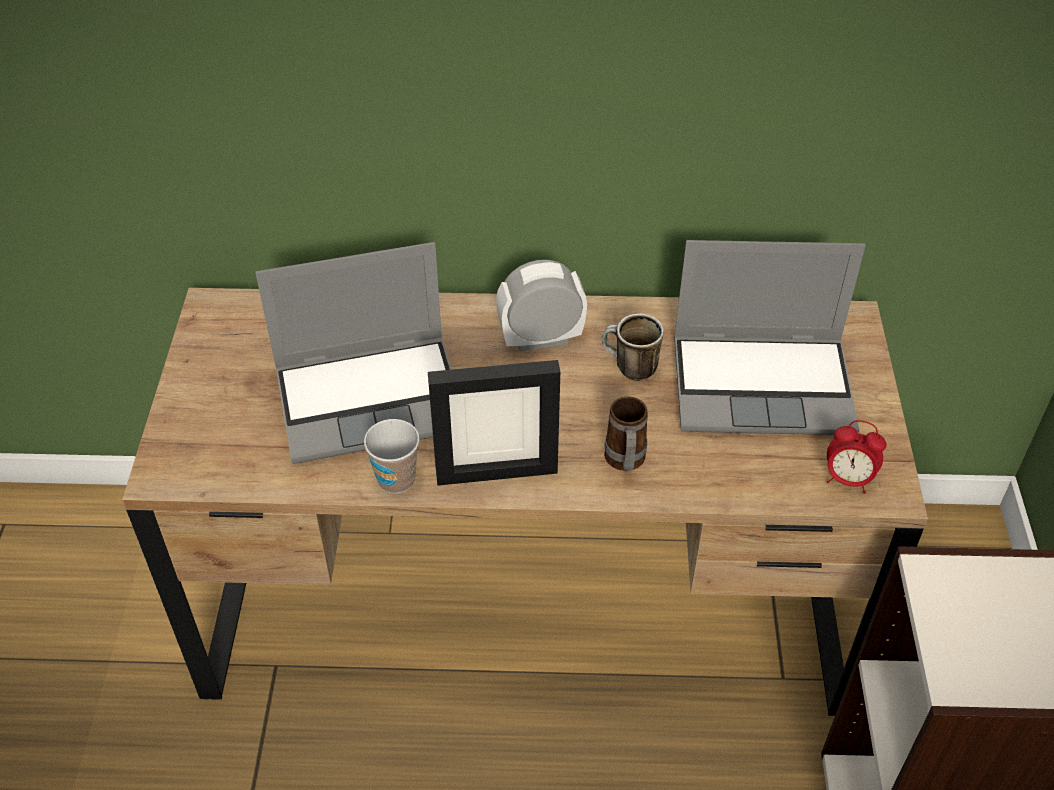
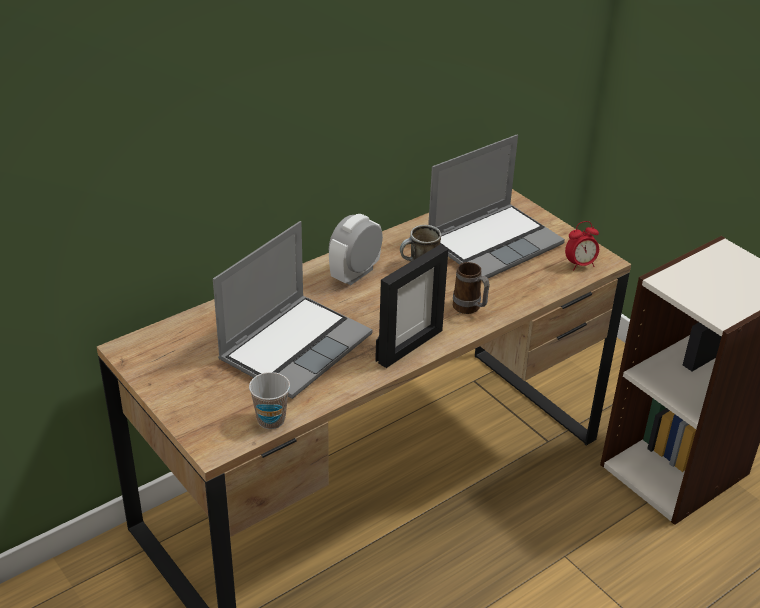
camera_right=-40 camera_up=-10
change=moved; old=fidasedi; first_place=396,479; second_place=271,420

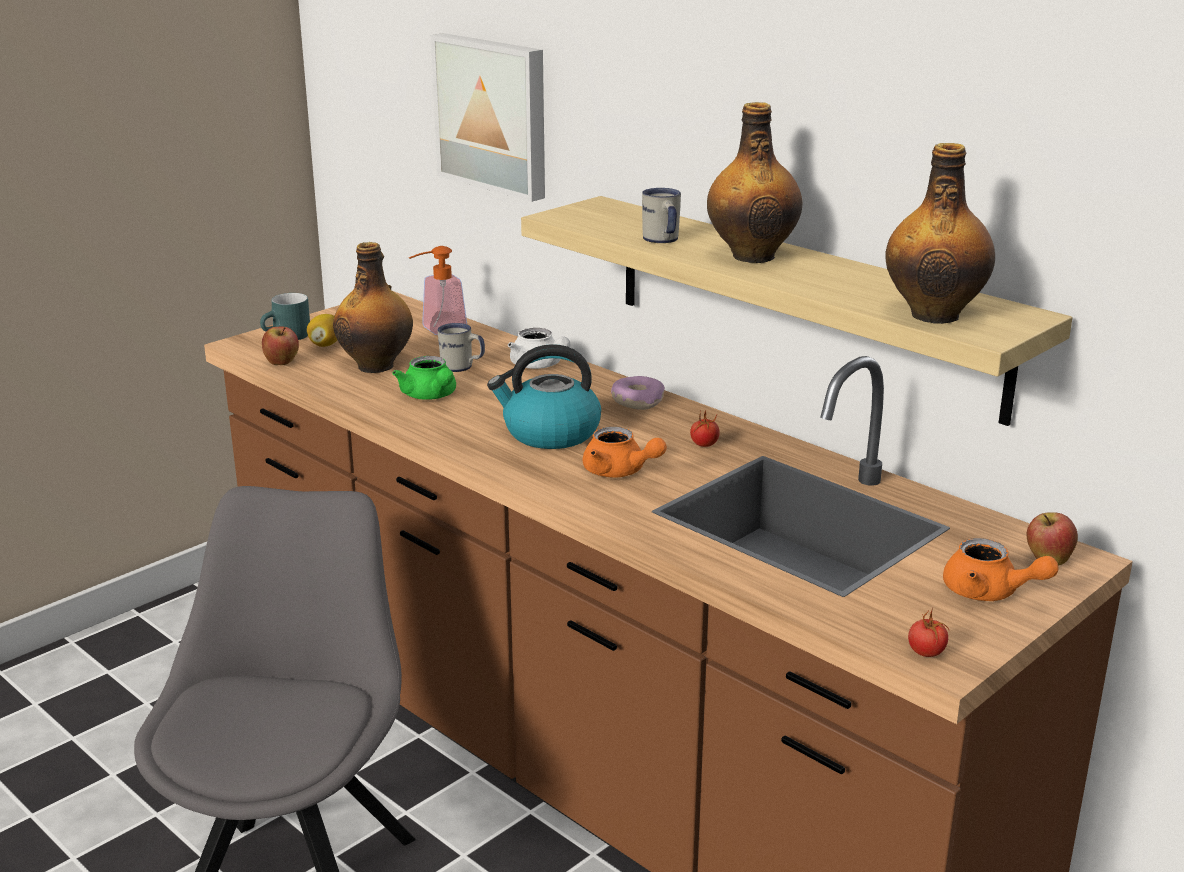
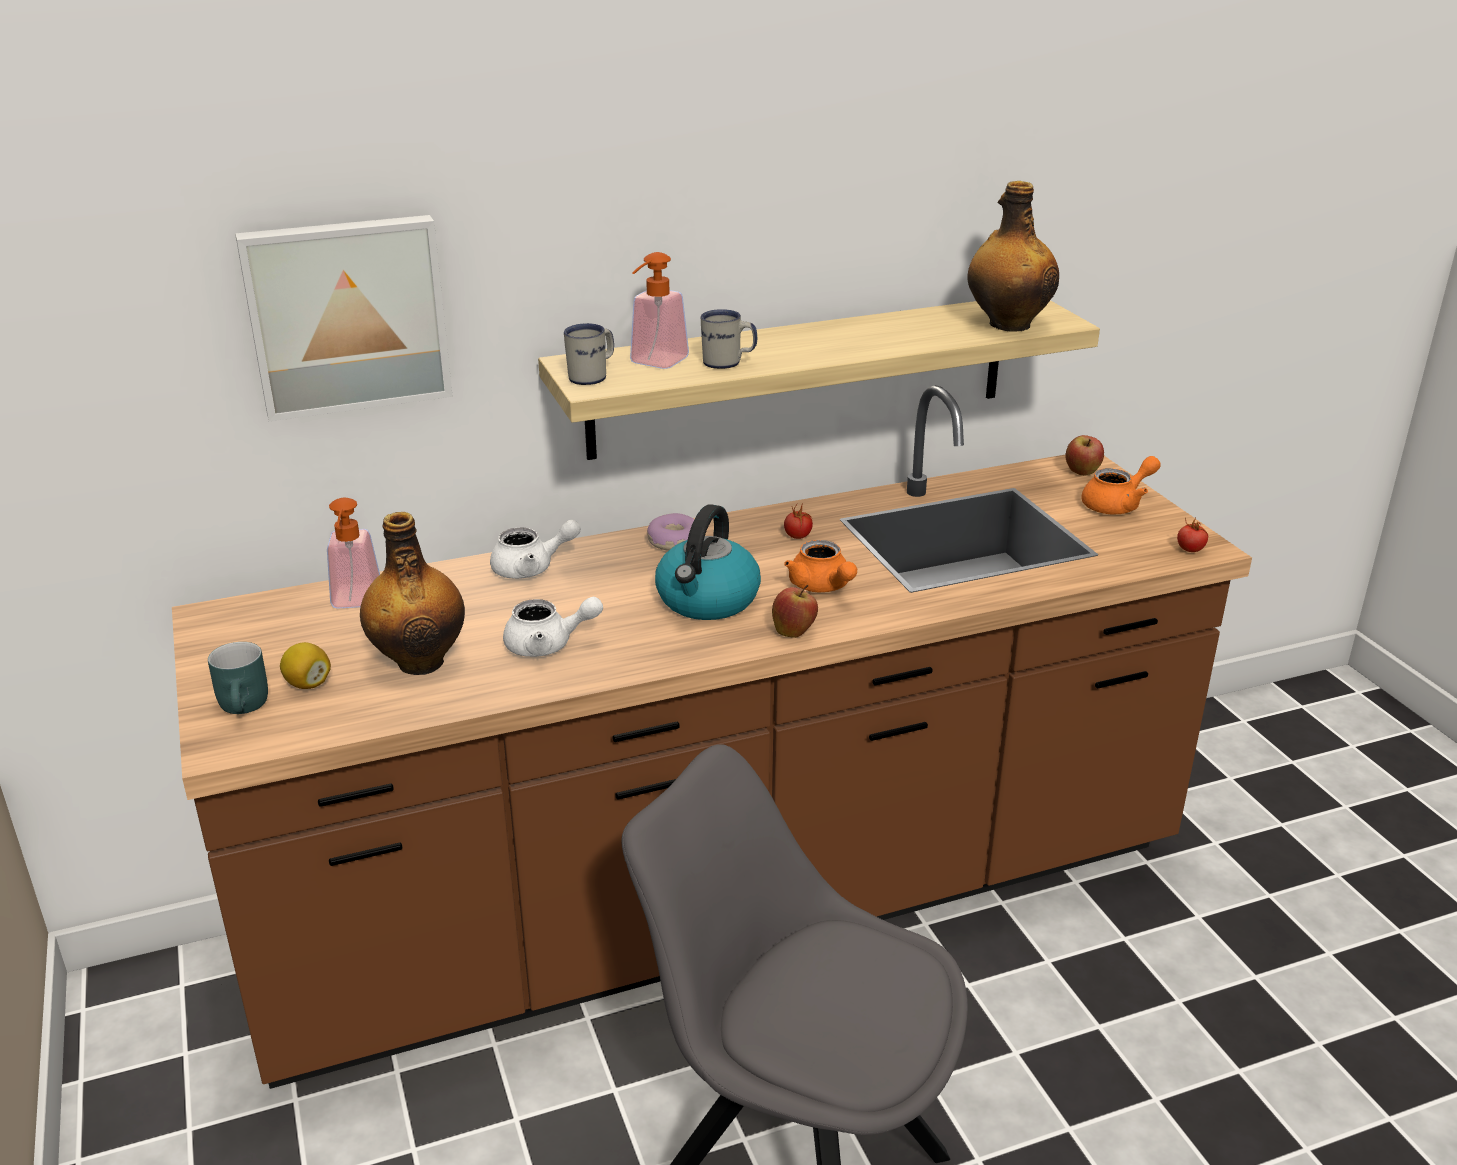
camera_right=-65 camera_up=5
change=recoloured; old=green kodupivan; new=white kodupivan; first_place=430,396; second_place=548,645
change=moved; old=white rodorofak; first_place=462,368; second_place=593,376
change=added; new=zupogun; second_place=654,364
change=moved; old=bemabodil; first_place=282,363; second_place=794,632
change=turned; old=orange kodupivan; first_place=620,472; second_place=822,587; degrees=90
change=removed; old=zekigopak; first_place=752,255

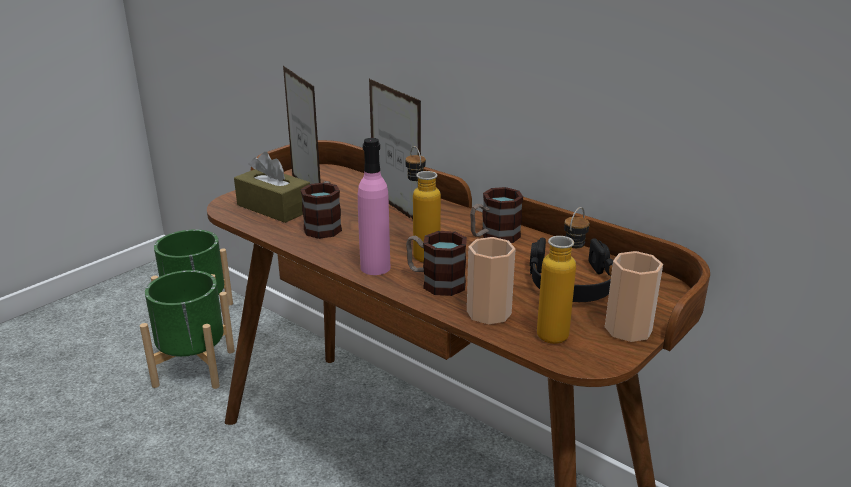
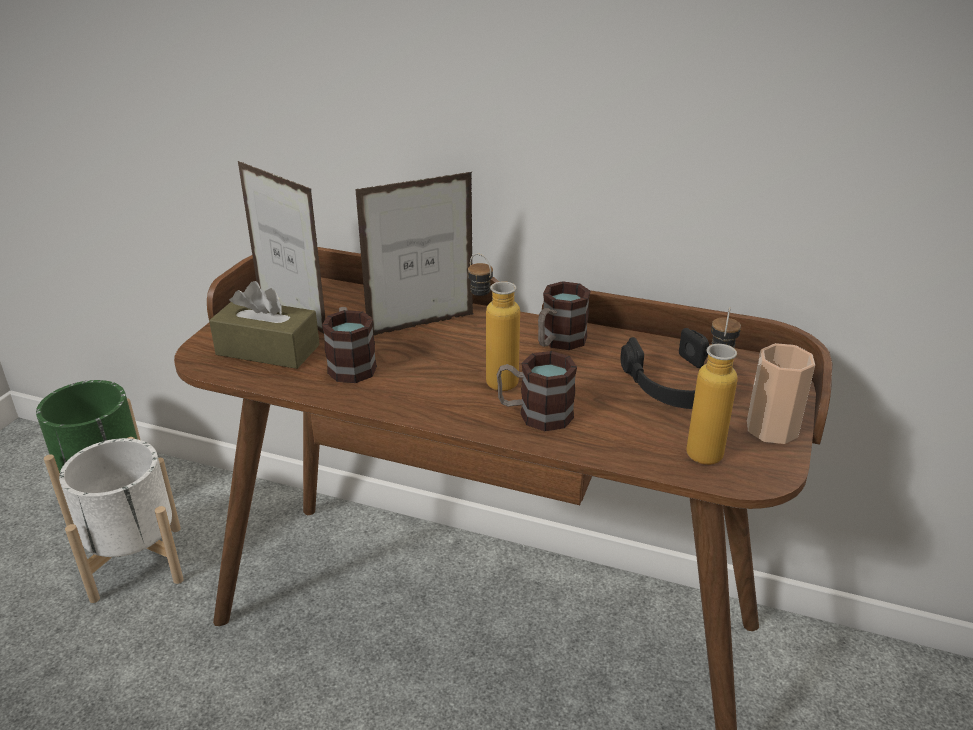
camera_right=-20 camera_up=5
change=recoloured; old=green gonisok; new=white gonisok; first_place=194,368; second_place=136,562
change=turned; old=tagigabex; first_place=396,209; second_place=421,325; degrees=-60
change=removed; old=pink zekigopak; first_place=375,267
change=removed; old=fidasedi; first_place=489,312

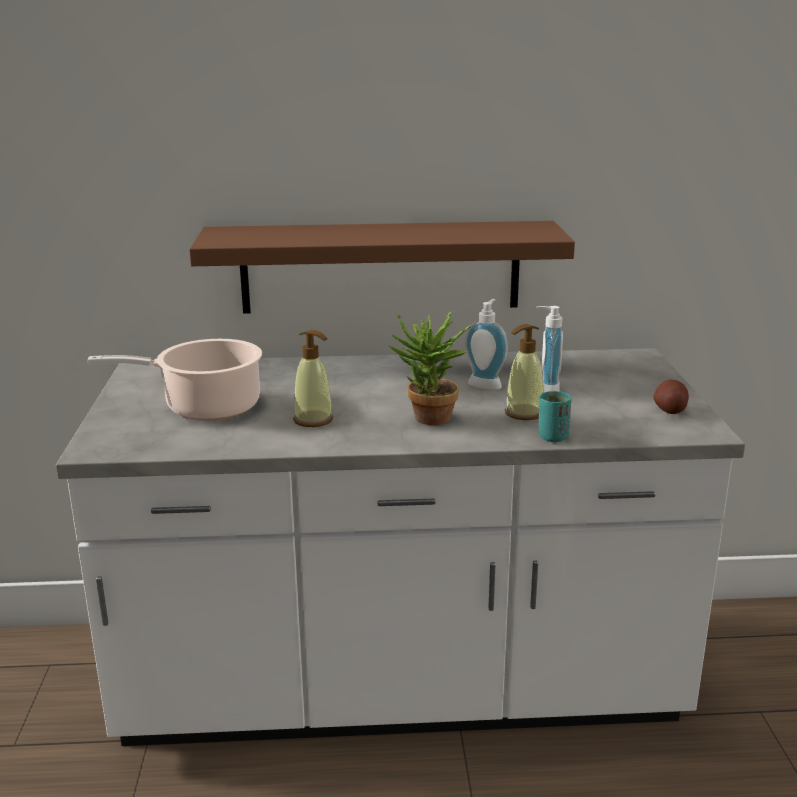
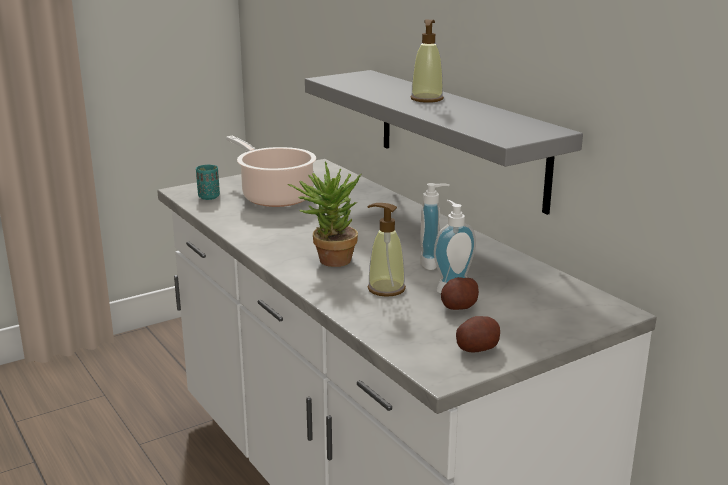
camera_right=60 camera_up=0
change=moved; old=turquoise fidasedi; first_place=553,437; second_place=209,197
change=recoloured; old=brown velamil; new=grey velamil; first_place=380,267; second_place=460,137
change=moved; old=zupogun; first_place=313,420; second_place=426,99
change=added; new=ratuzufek; second_place=459,307

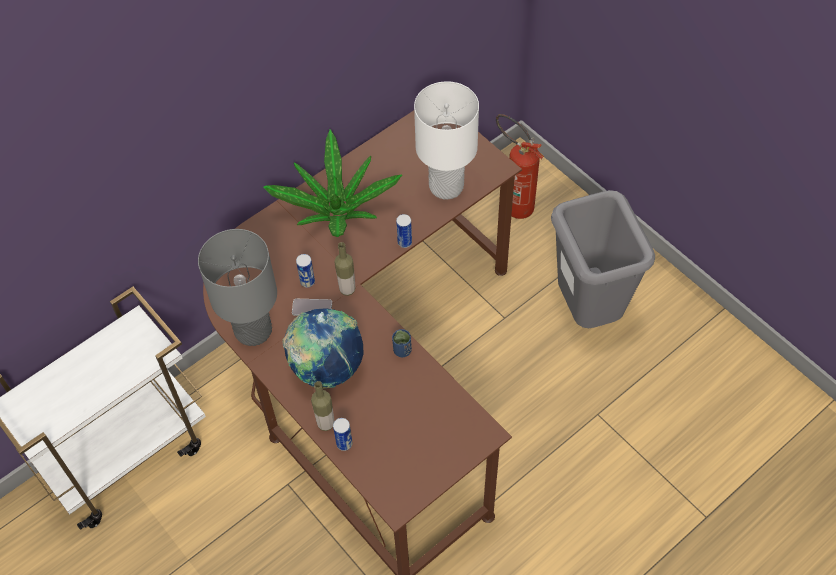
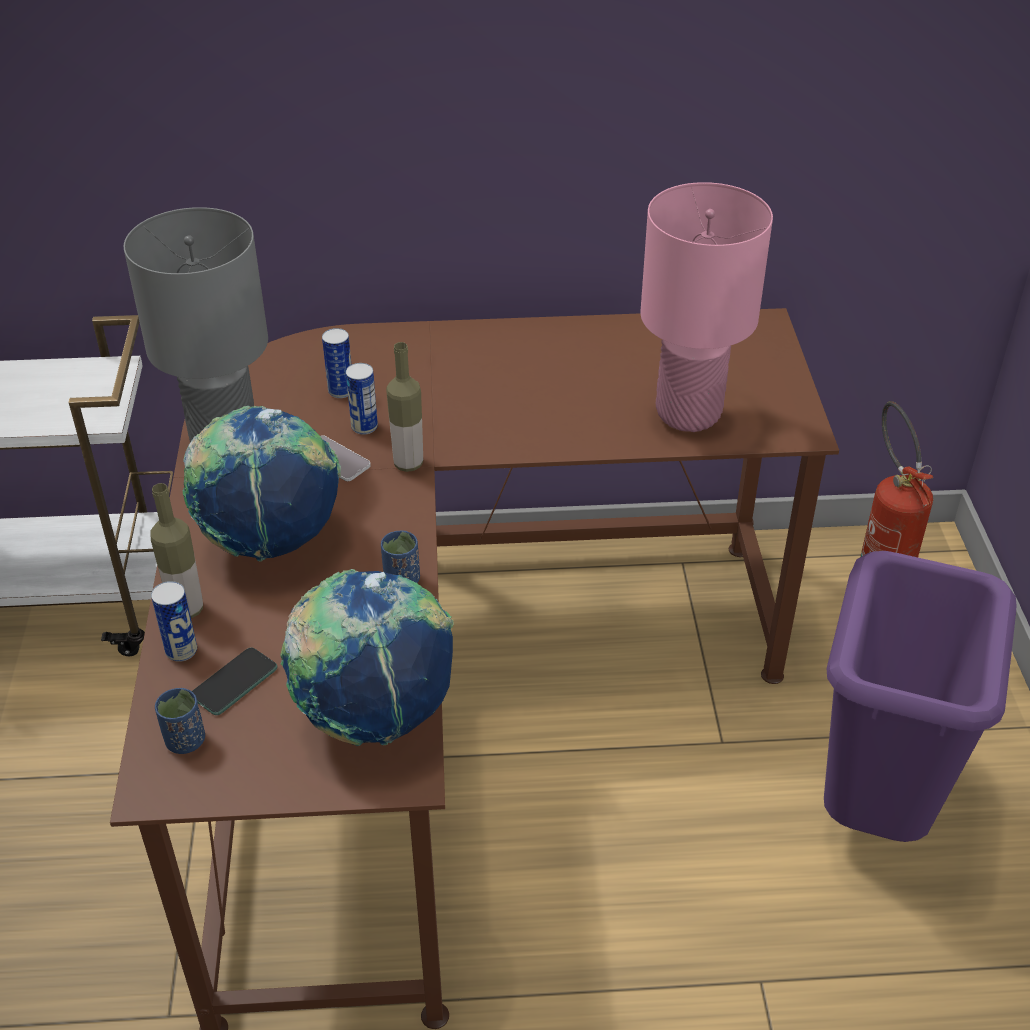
camera_right=35 camera_up=-15
change=added; new=blue fidasedi; second_place=185,741
change=added; new=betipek; second_place=234,682
change=added; new=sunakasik; second_place=374,714
change=moved; old=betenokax; first_place=404,242; second_place=341,391
change=recoloured; old=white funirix; new=pink funirix; first_place=446,189; second_place=687,418
change=recoloured; old=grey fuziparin; new=purple fuziparin; first_place=588,312; second_place=872,814
change=removed; old=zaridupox; first_place=337,210

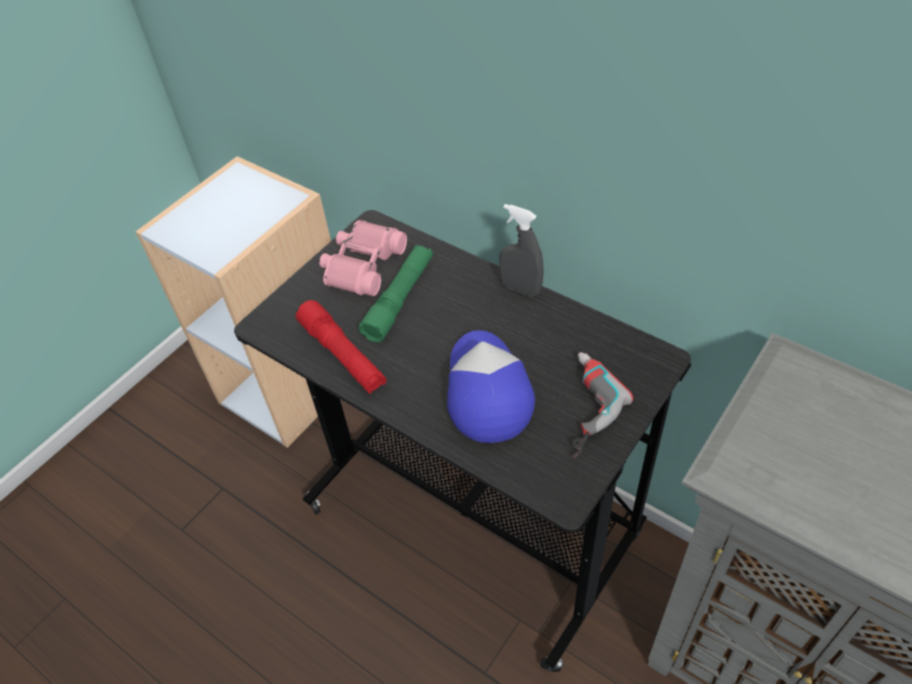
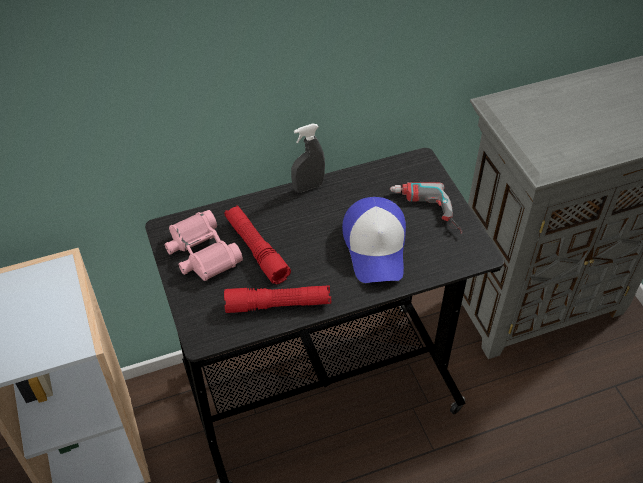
camera_right=-60 camera_up=0
change=recoloured; old=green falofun; new=red falofun; first_place=400,299; second_place=256,249
change=turned; old=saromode; first_place=486,391; second_place=376,247; degrees=-120

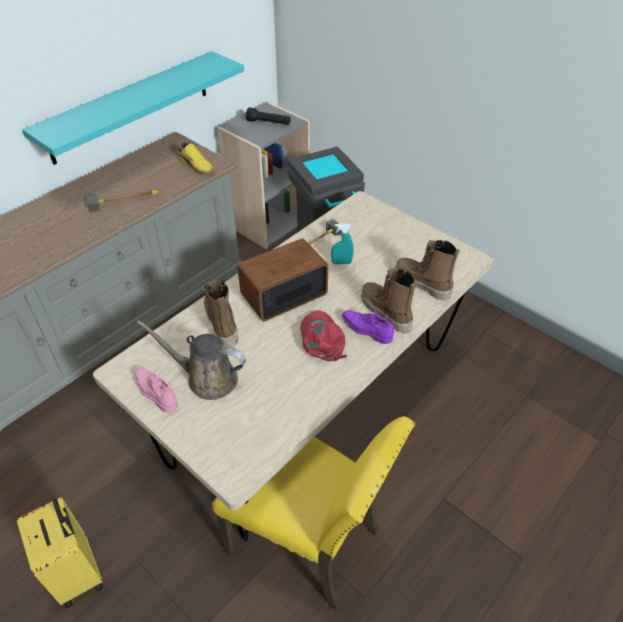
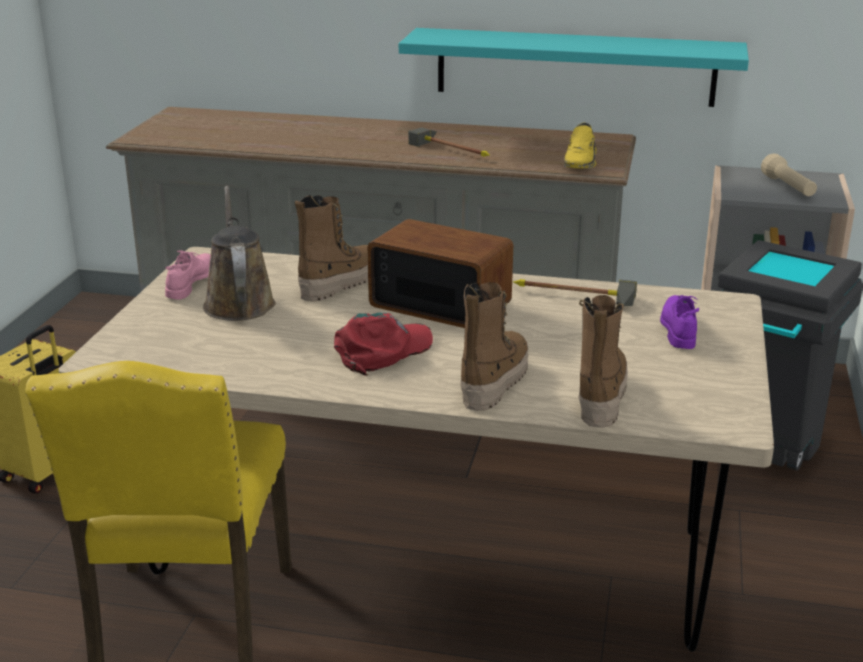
camera_right=60 camera_up=-20
change=moved; old=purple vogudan; first_place=366,330; second_place=678,329
change=recoloured; old=black falofun; new=beige falofun; first_place=268,123; second_place=788,188
change=removed; old=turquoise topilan; first_place=341,263

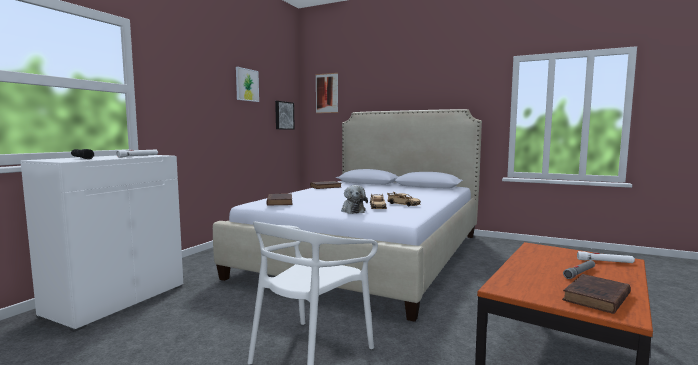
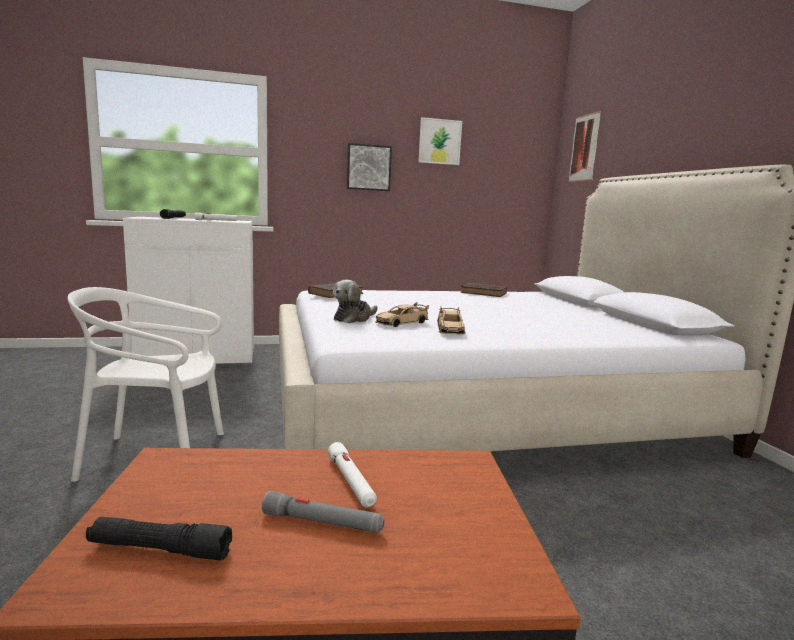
camera_right=50 camera_up=5
change=replaced; old=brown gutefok; new=black falofun; first_place=596,298; second_place=159,549
change=moved; old=white falofun; first_place=605,261; second_place=351,482
change=moved; old=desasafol; first_place=283,115; second_place=368,167

